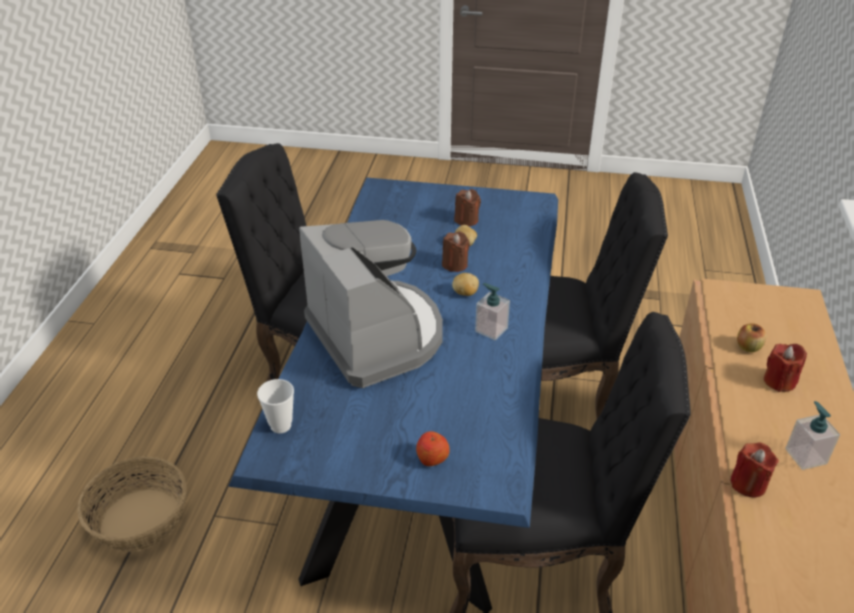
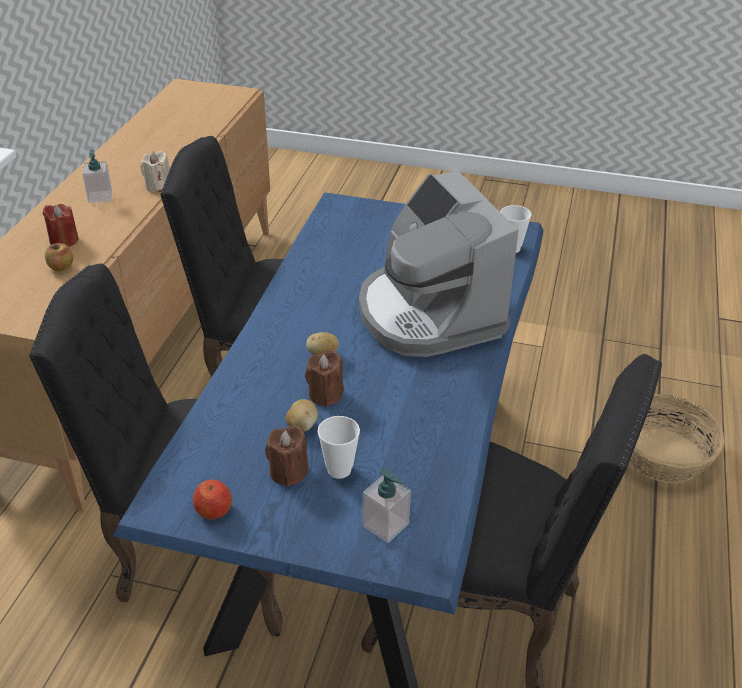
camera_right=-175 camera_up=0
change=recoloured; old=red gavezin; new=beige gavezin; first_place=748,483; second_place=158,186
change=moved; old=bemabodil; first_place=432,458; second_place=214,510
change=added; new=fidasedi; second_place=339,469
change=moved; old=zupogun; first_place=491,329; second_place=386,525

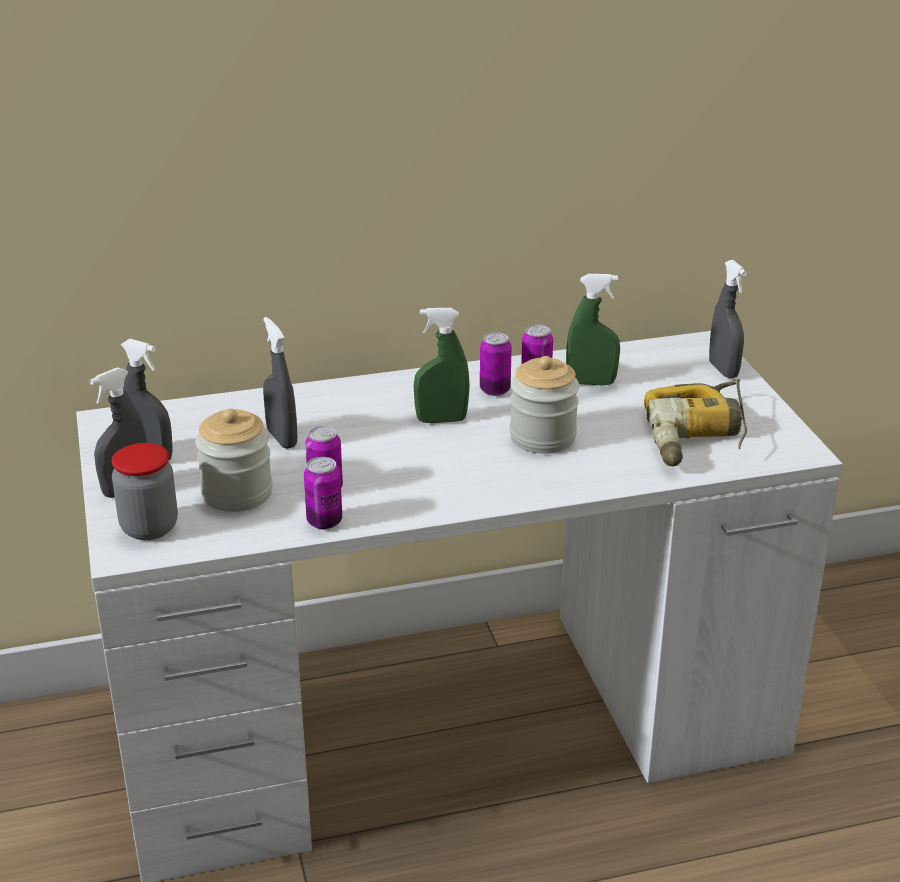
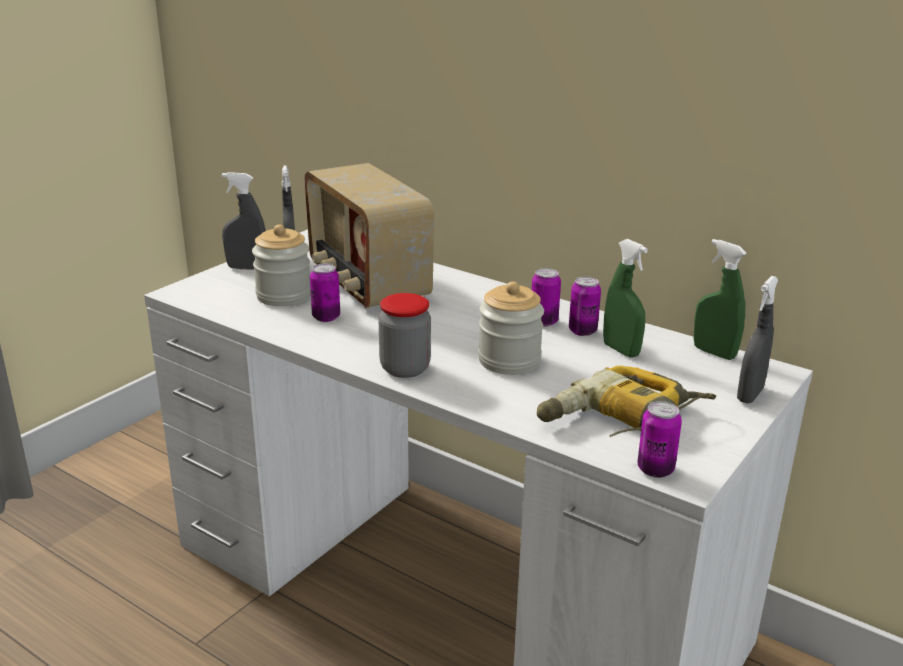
camera_right=50 camera_up=-5
change=replaced; old=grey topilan; new=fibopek; first_place=282,438; second_place=366,284
change=moved; old=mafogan; first_place=149,528; second_place=405,368
change=moved; old=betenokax; first_place=324,522; second_place=655,469
change=moved; old=green topilan; first_place=441,420; second_place=714,353

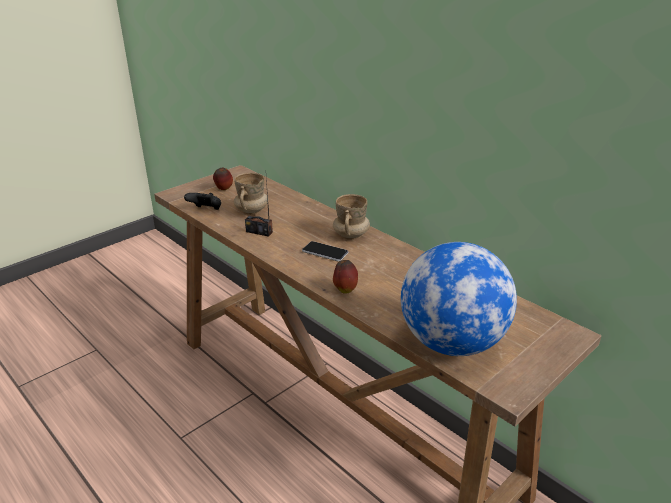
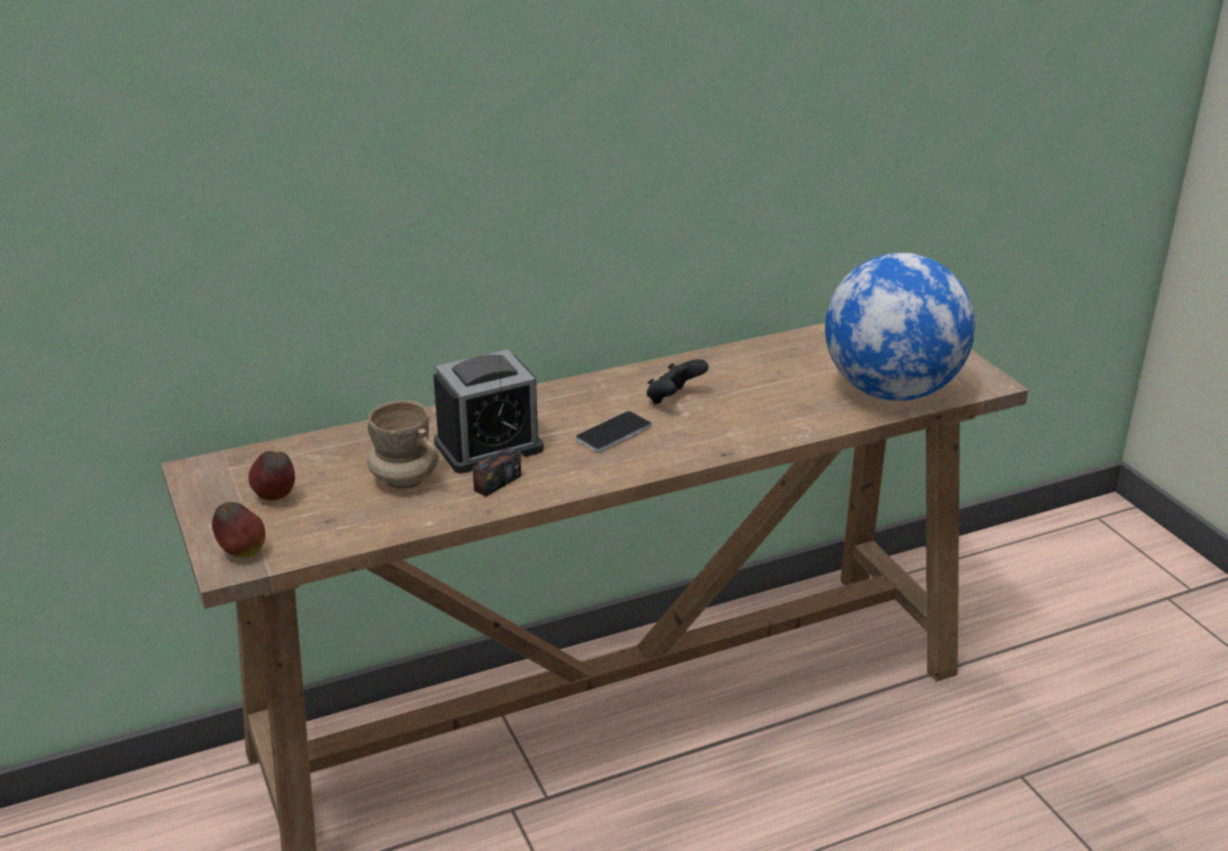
camera_right=-70 camera_up=0
change=moved; old=bemabodil; first_place=345,289; second_place=241,553
change=added; new=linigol; second_place=488,446
change=moved; old=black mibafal; first_place=206,210; second_place=673,399
change=removed; old=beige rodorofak; first_place=351,235

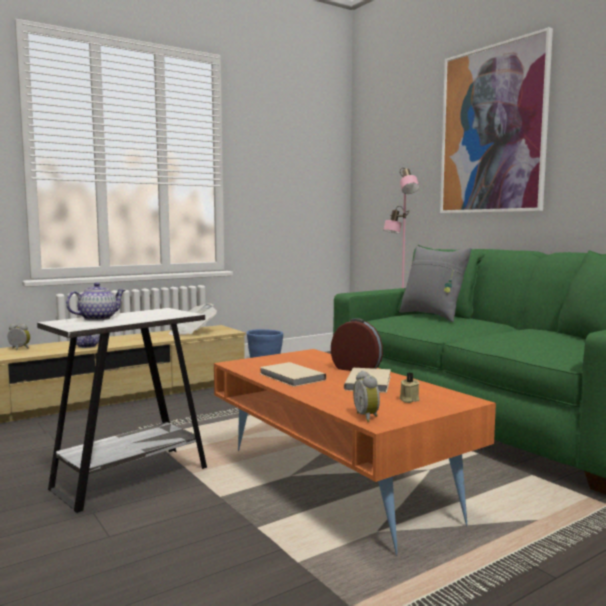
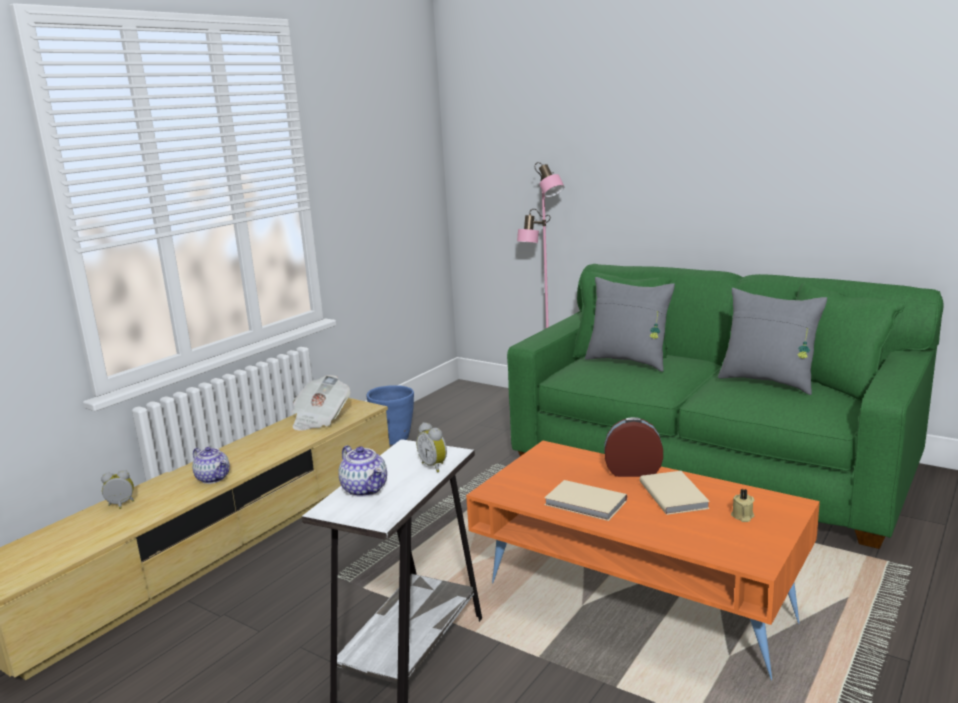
camera_right=-20 camera_up=10
change=turned; old=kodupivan; first_place=97,318; second_place=365,489; degrees=120
change=moved; old=linigol; first_place=368,417; second_place=434,466
change=added; new=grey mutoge; second_place=767,382
change=removed; old=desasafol; first_place=492,130

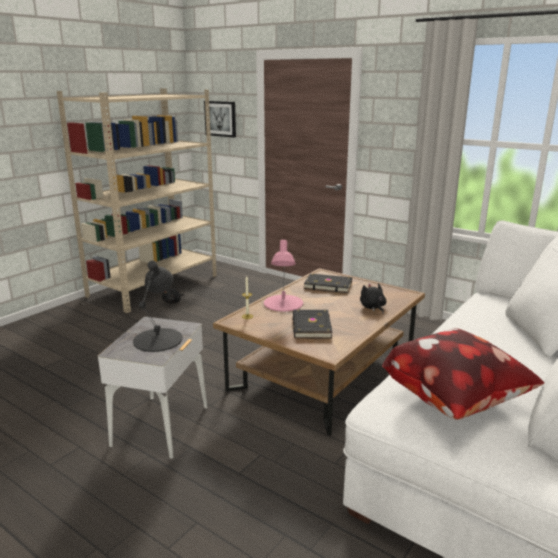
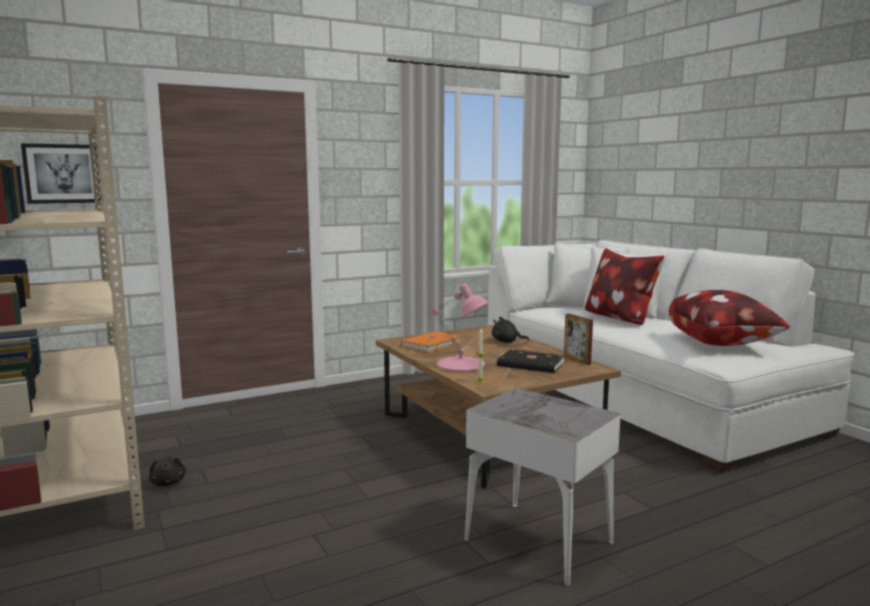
camera_right=-65 camera_up=-10
change=recoloured; old=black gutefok; new=orange gutefok; first_place=328,285; second_place=430,344
change=added; new=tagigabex; second_place=577,360
change=added; new=mutoge; second_place=619,318
change=removed; old=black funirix; first_place=158,339

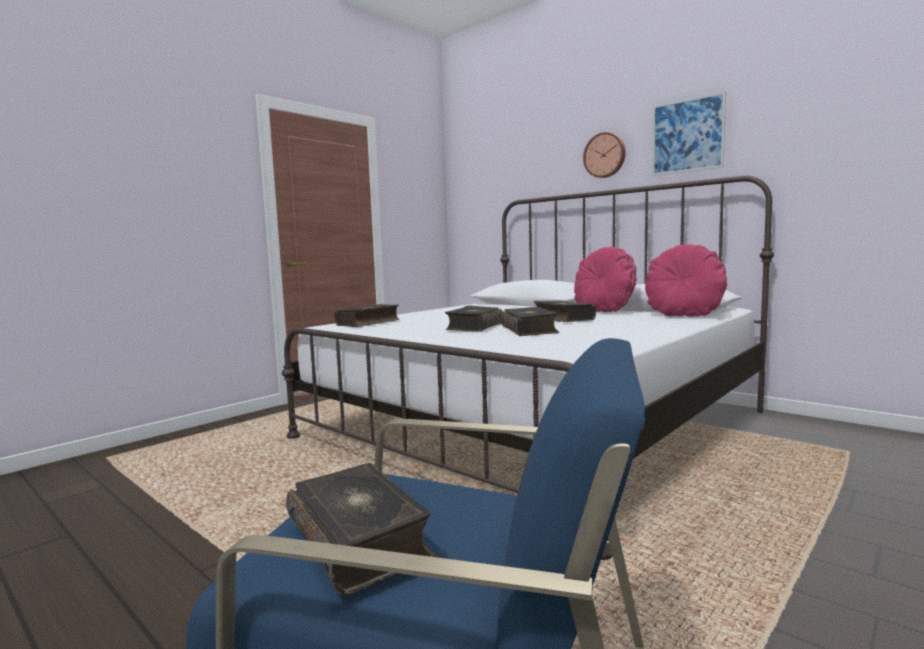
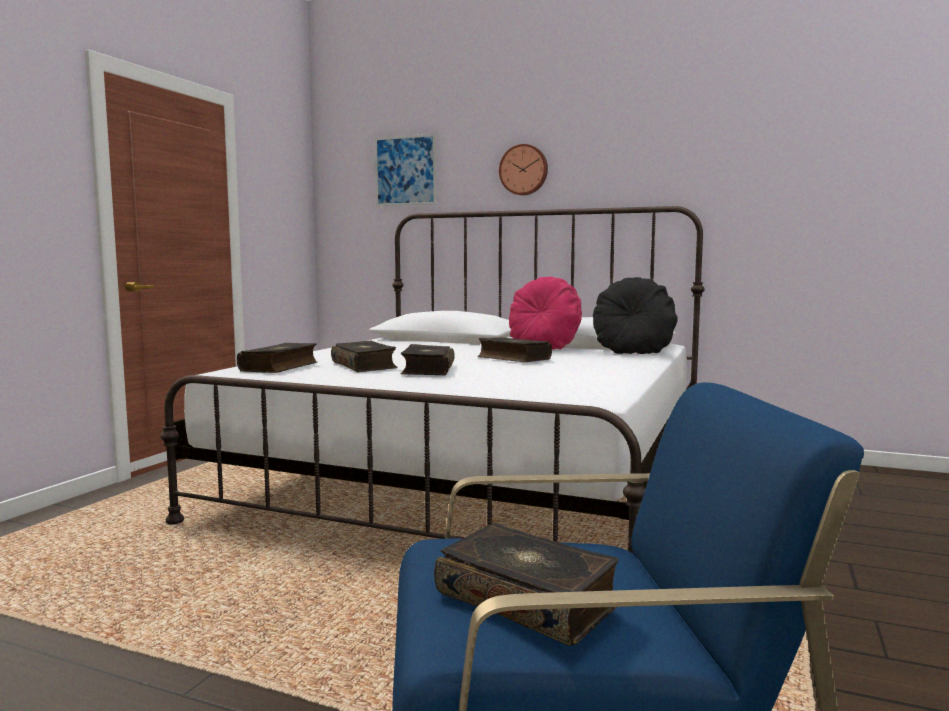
camera_right=-20 camera_up=0
change=moved; old=gutefok; first_place=529,330; second_place=365,366
change=moved; old=desasafol; first_place=687,135; second_place=405,170
change=recoloured; old=pink mutoge; new=black mutoge; first_place=684,316; second_place=633,353

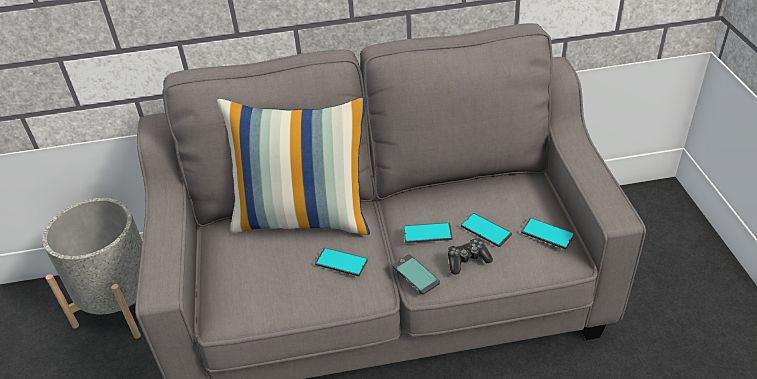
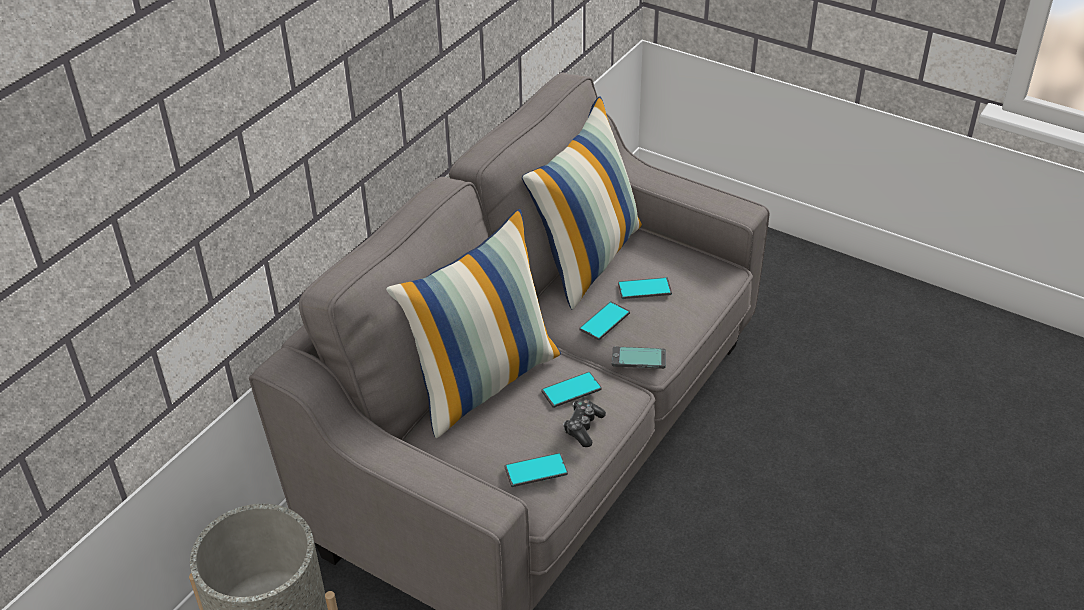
camera_right=-50 camera_up=0
change=moved; old=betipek; first_place=547,234; second_place=536,471
change=added; new=mutoge; second_place=586,258
change=moved; old=mibafal; first_place=467,260; second_place=583,427

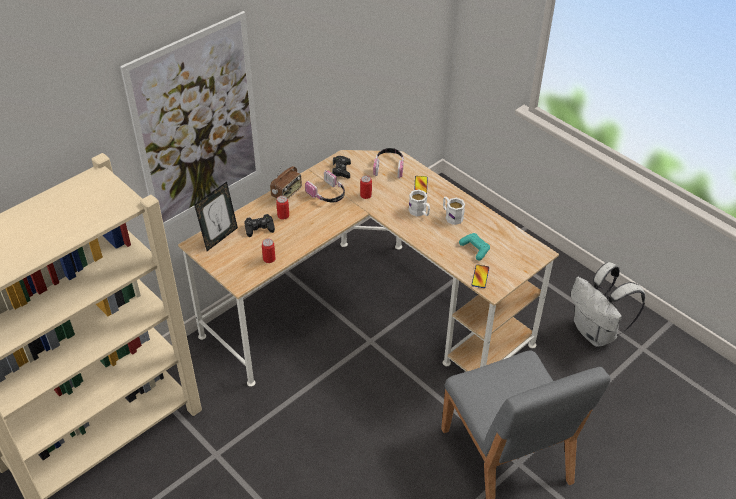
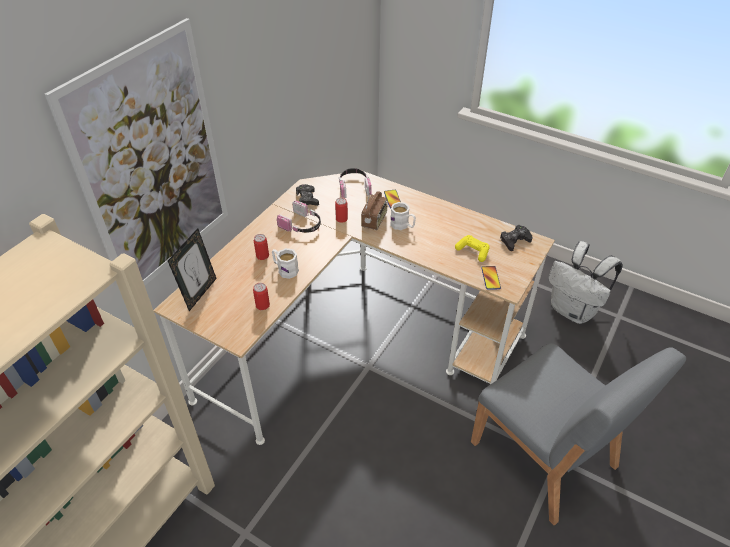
camera_right=-15 camera_up=0
change=moved; old=white rodorofak; first_place=451,216; second_place=285,269
change=moved; old=fibopek; first_place=287,193; second_place=374,221
change=recoloured; old=turquoise mibafal; new=yellow mibafal; first_place=475,249; second_place=473,251
change=moved; old=black mibafal; first_place=259,228; second_place=514,240

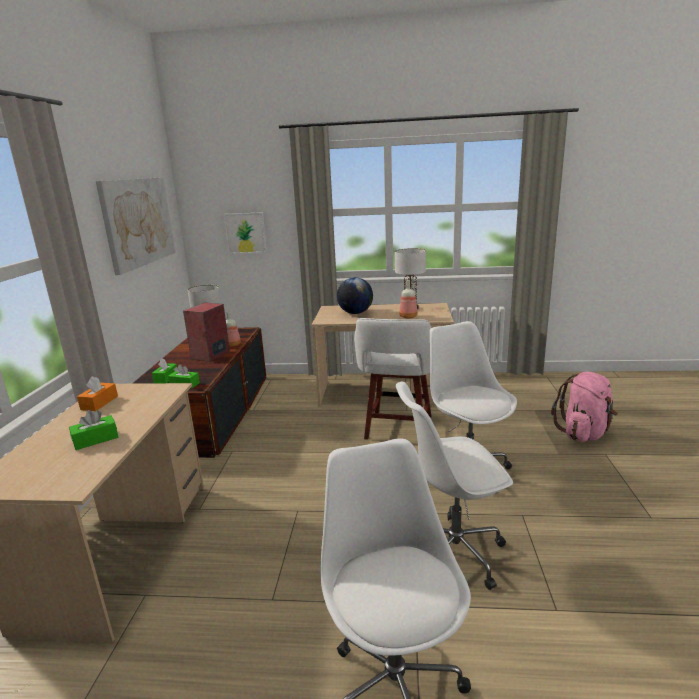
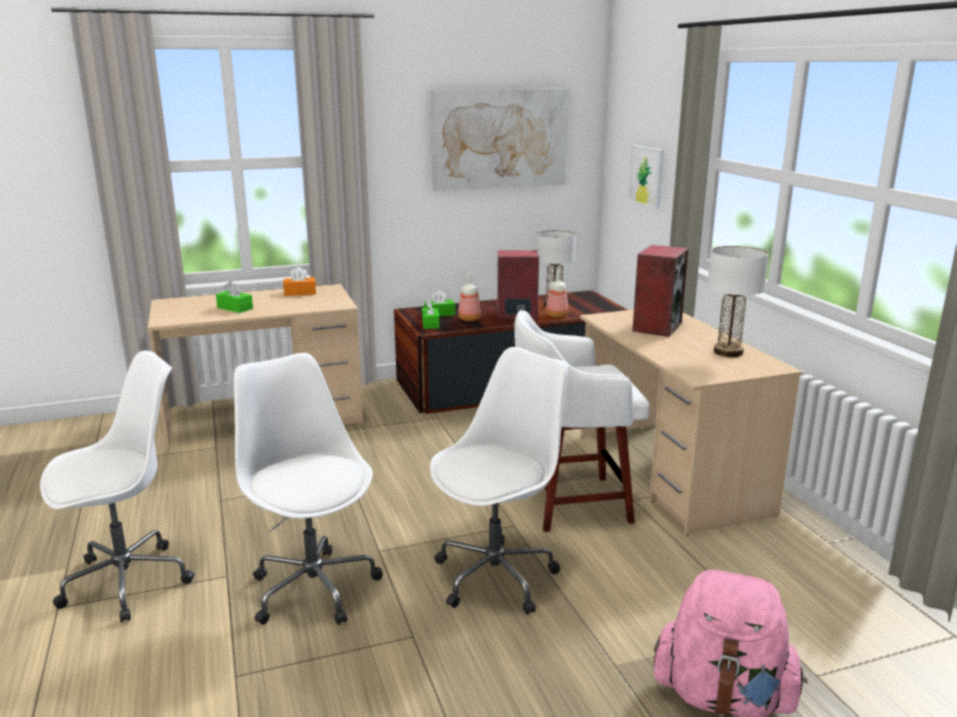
camera_right=65 camera_up=0
change=moved; old=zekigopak; first_place=408,316; second_place=470,319
change=replaced; old=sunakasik; new=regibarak; first_place=355,313; second_place=656,327

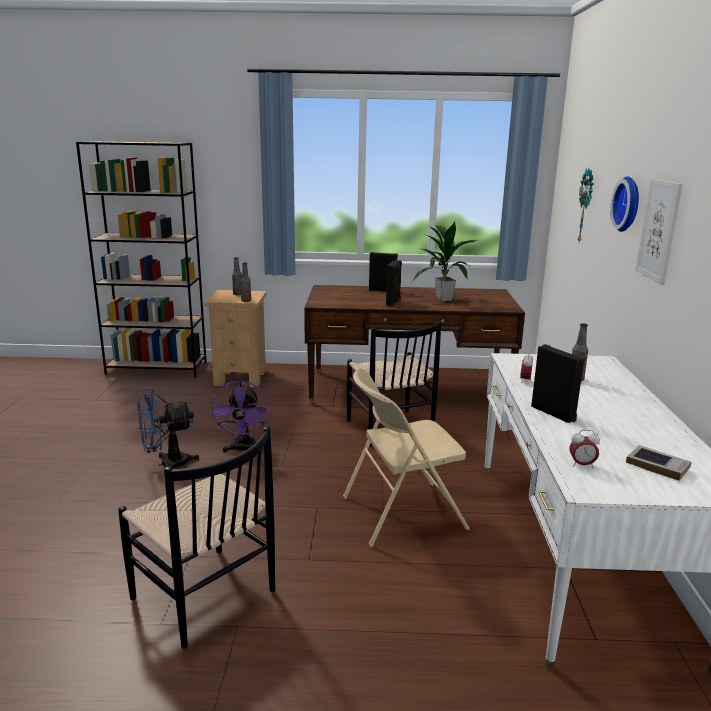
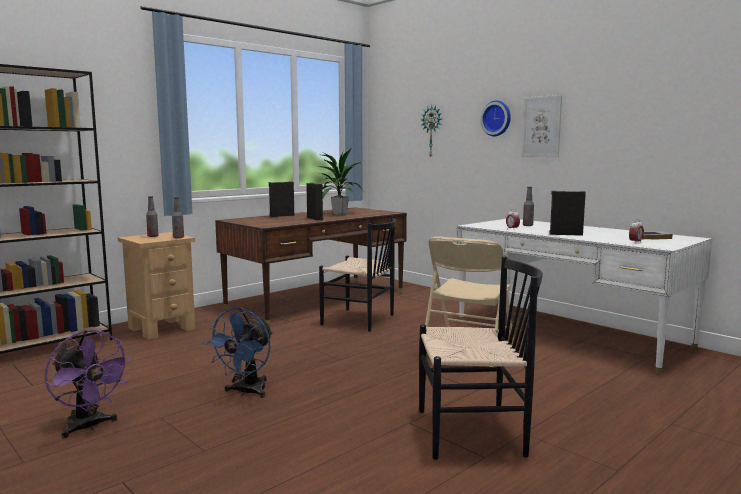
camera_right=-45 camera_up=-10
change=moved; old=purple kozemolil; first_place=243,450; second_place=89,427

